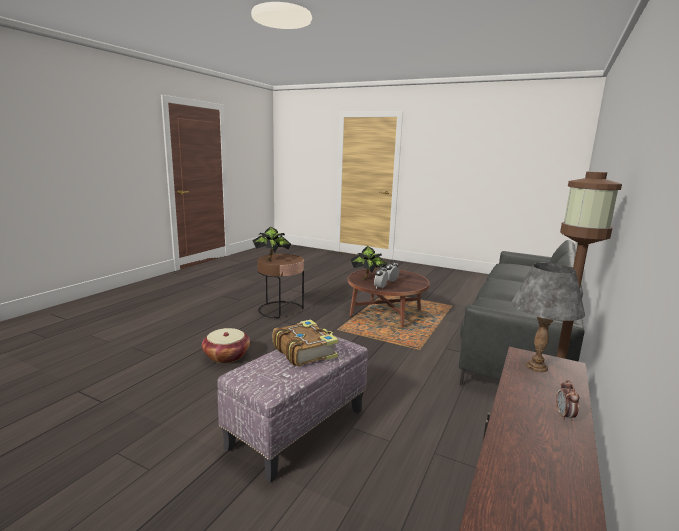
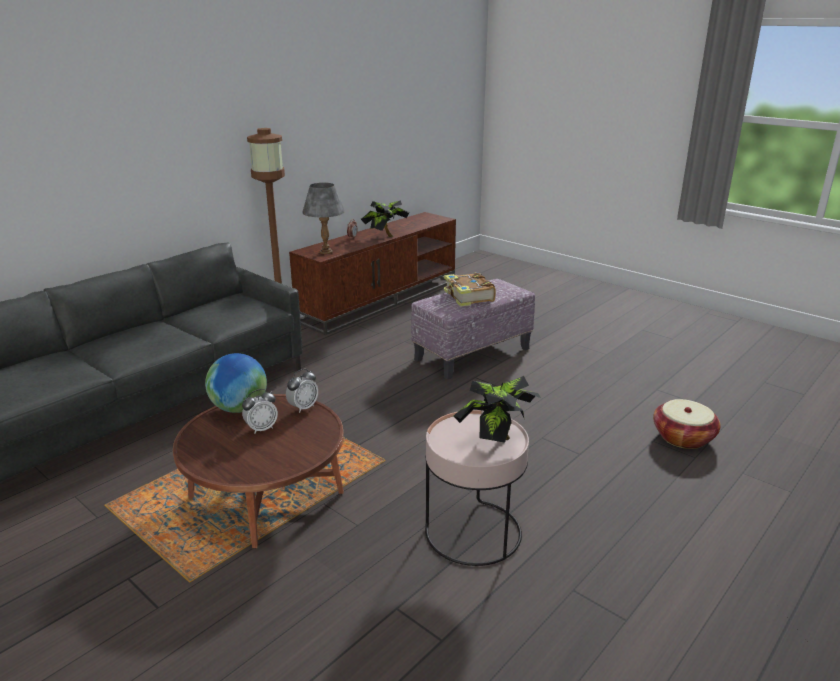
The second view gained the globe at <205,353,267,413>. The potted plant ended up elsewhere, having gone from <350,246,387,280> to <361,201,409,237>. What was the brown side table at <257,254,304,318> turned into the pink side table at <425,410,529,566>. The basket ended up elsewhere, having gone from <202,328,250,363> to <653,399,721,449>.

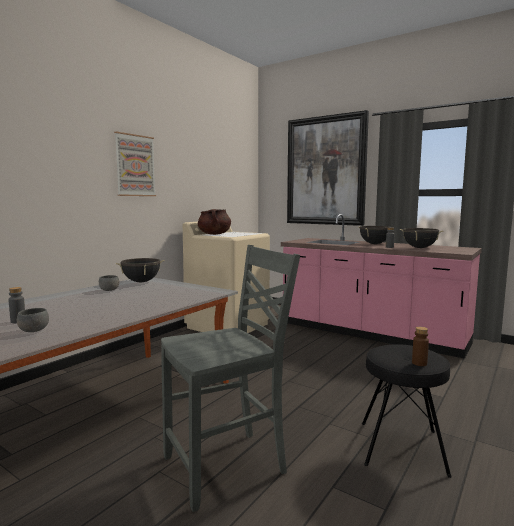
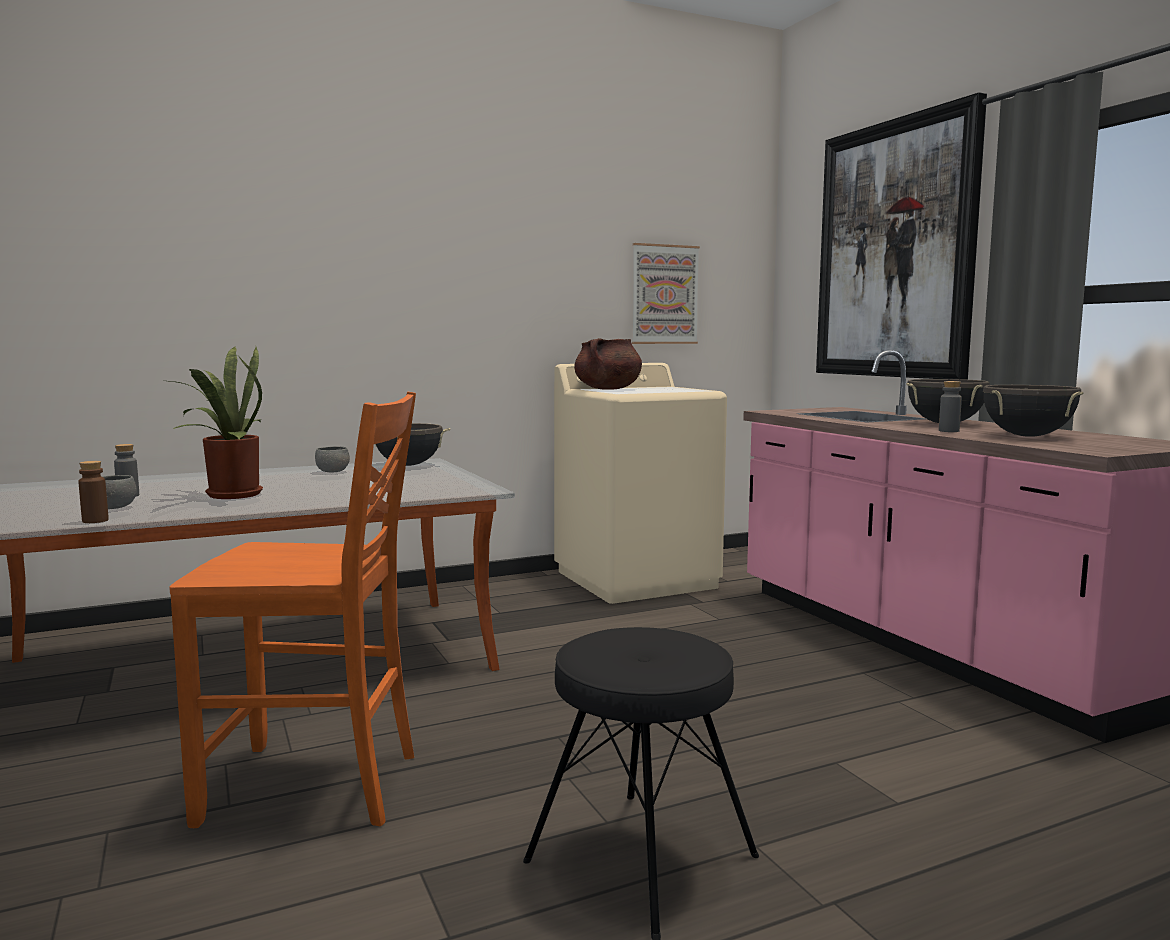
The brown bottle ended up elsewhere, having gone from <412,327,429,366> to <78,461,109,523>. The second view gained the potted plant at <169,346,263,499>. What was the grey chair at <161,245,300,512> turned into the orange chair at <170,392,416,828>. The picture ended up elsewhere, having gone from <114,132,156,196> to <632,243,700,344>.

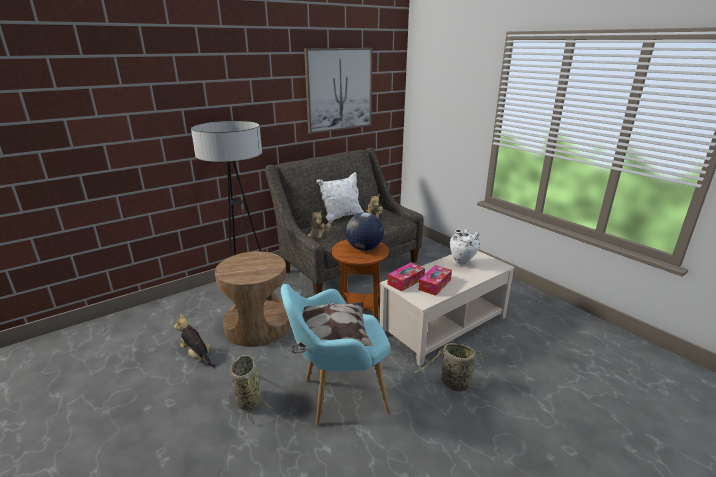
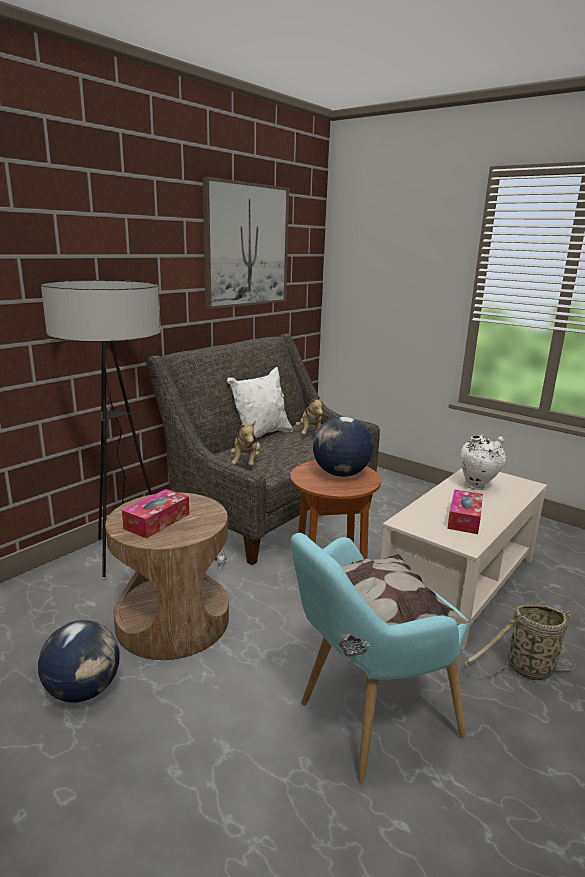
Where the plush toy stood at <174,314,216,367>, the globe came to stand at <38,620,120,703>. The tissue box ended up elsewhere, having gone from <388,263,425,292> to <122,489,189,539>. The second view lost the basket at <230,355,272,423>.

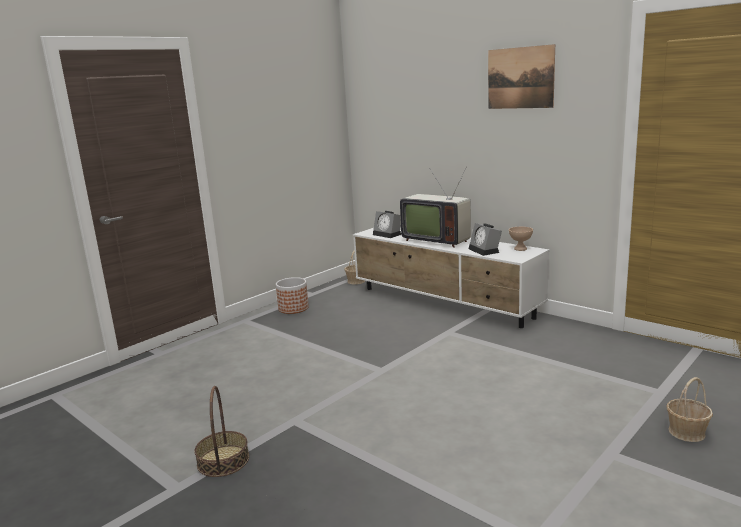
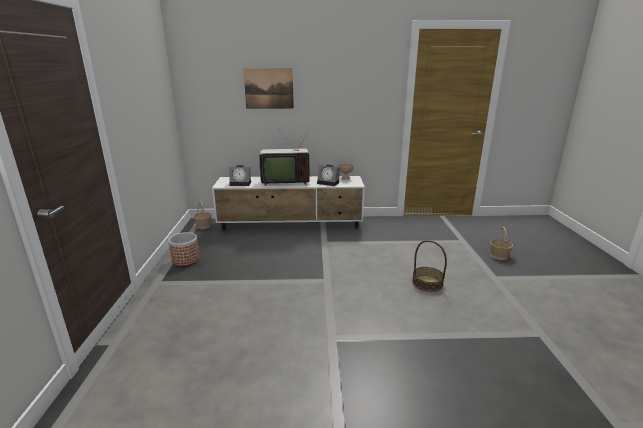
The picture ended up elsewhere, having gone from <488,44,555,109> to <243,68,294,109>. The basket ended up elsewhere, having gone from <194,386,249,477> to <412,240,447,292>.

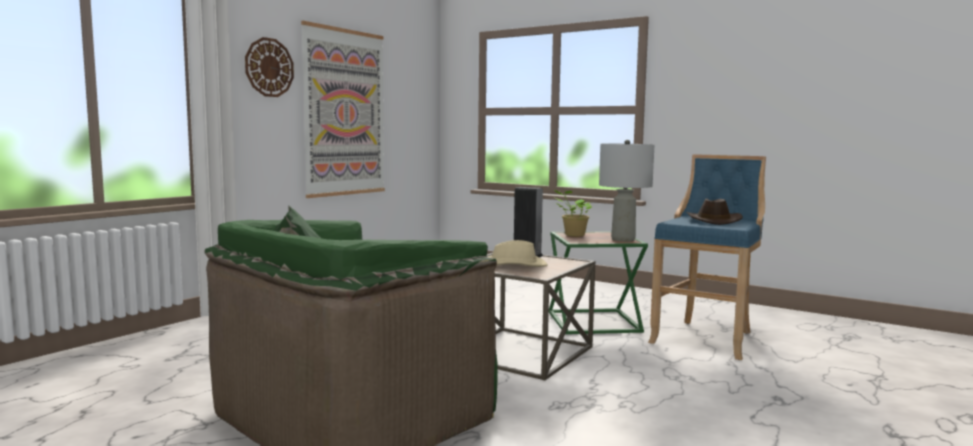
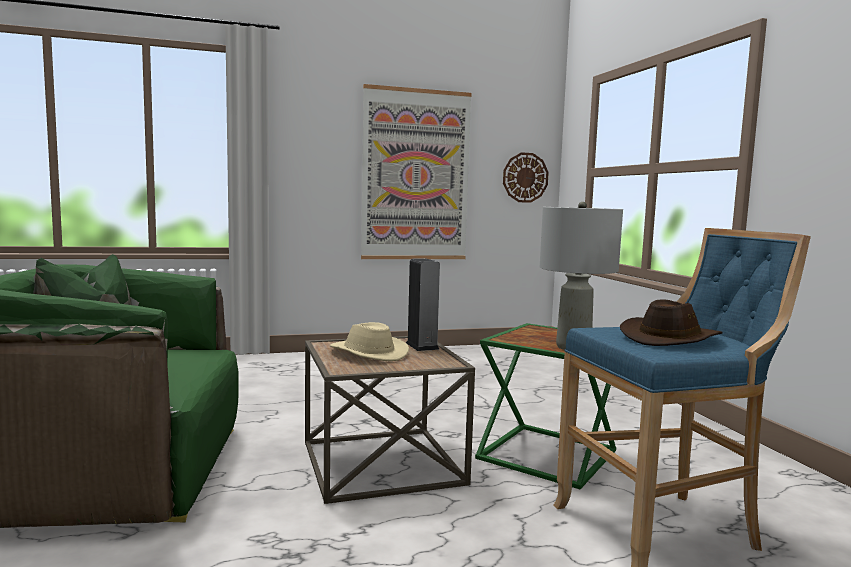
The wall clock ended up elsewhere, having gone from <245,37,294,97> to <503,152,549,203>. The second view lost the potted plant at <554,190,592,236>.

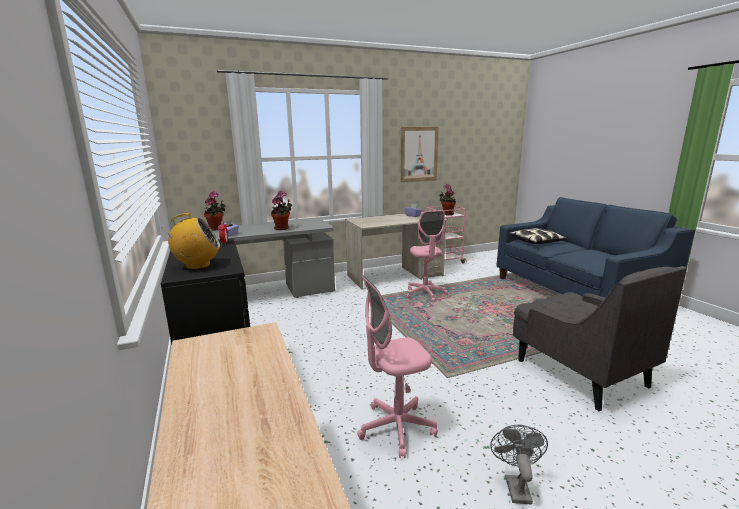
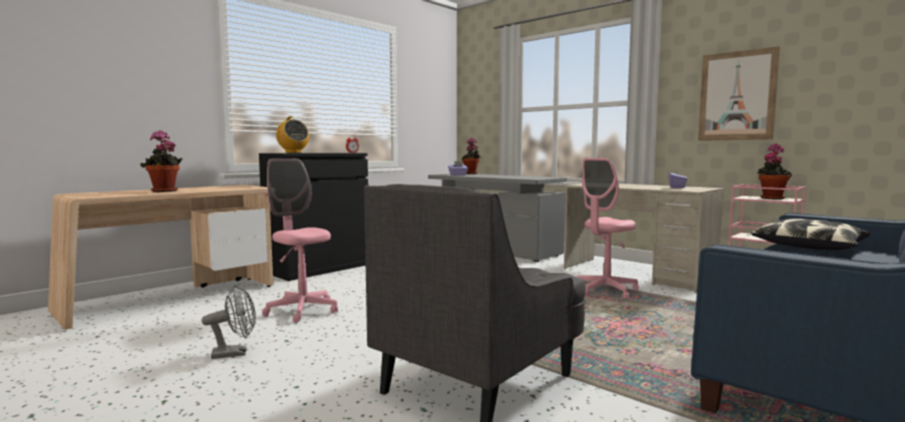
The potted plant ended up elsewhere, having gone from <271,191,292,230> to <140,130,183,192>.

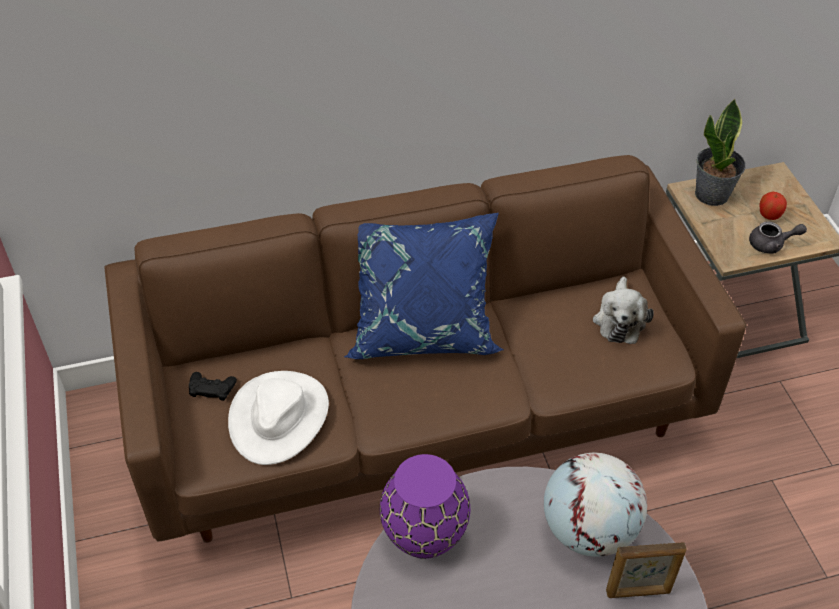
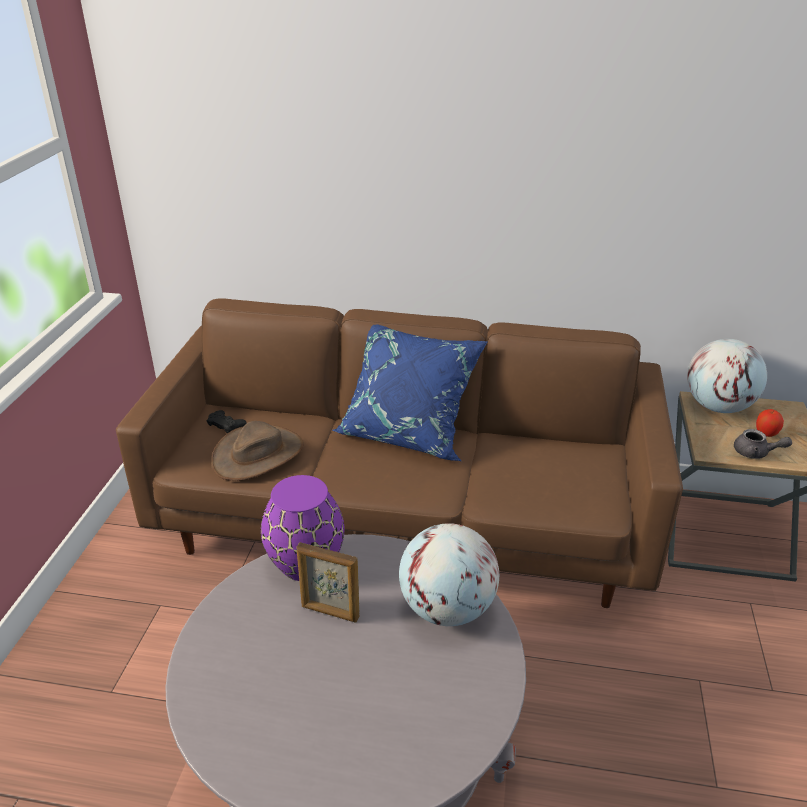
What was the white hat at <228,371,329,465> turned into the brown hat at <211,421,304,481>. The picture frame ended up elsewhere, having gone from <606,542,687,598> to <296,542,360,622>. Where the potted plant stood at <695,99,746,206>, the globe came to stand at <687,339,767,413>. The second view lost the plush toy at <593,276,654,344>.

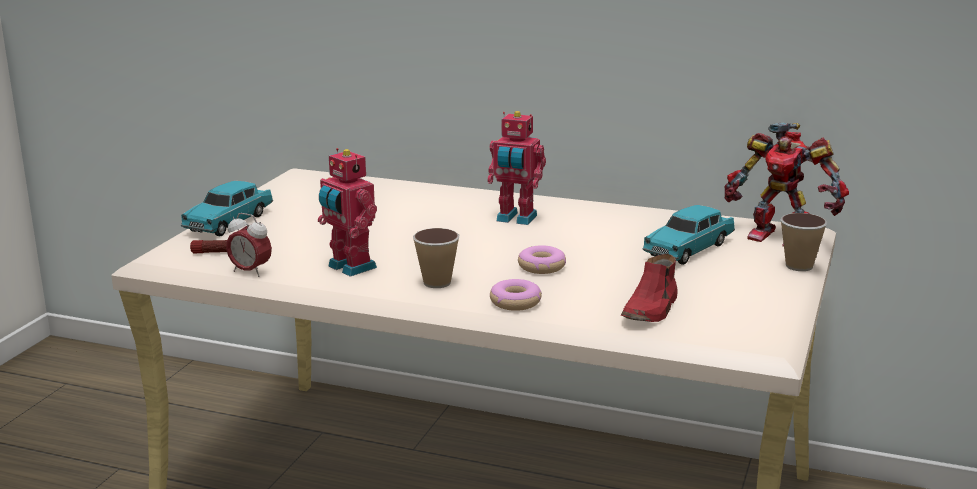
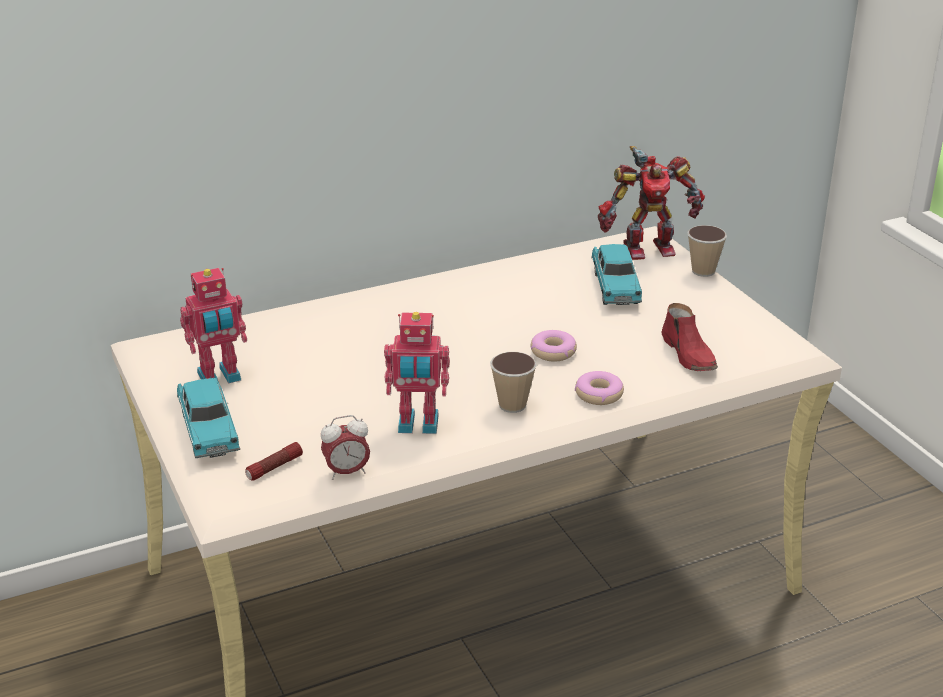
The toy robot ended up elsewhere, having gone from <487,111,546,225> to <180,268,247,383>.

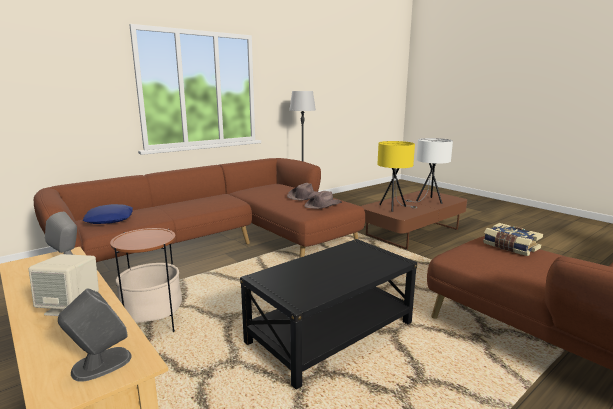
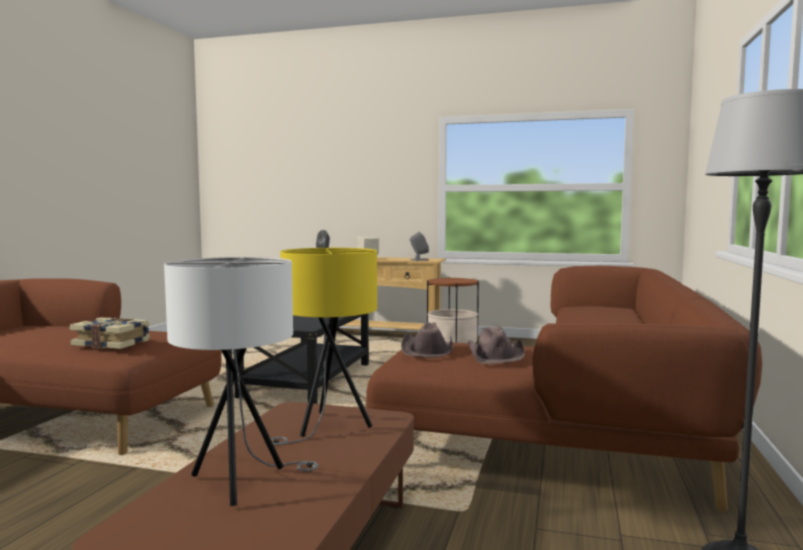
The second view lost the blue pillow at <83,204,133,224>.

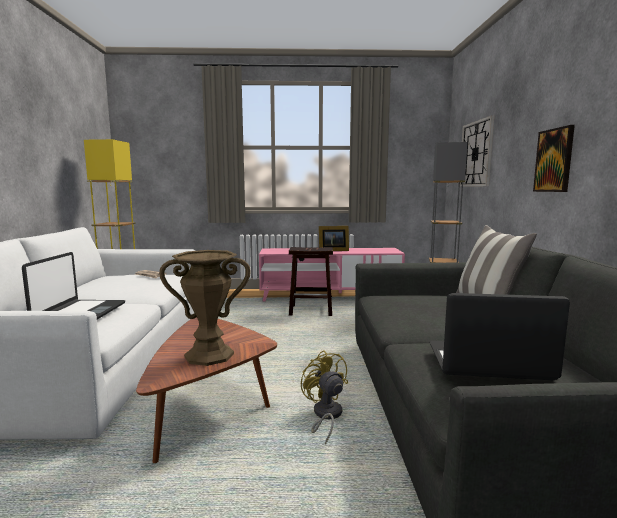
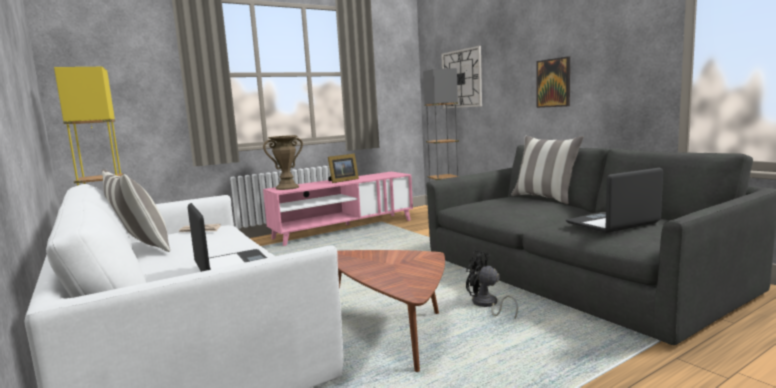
The second view gained the pillow at <102,169,170,252>. The brown vase ended up elsewhere, having gone from <159,250,251,366> to <263,135,303,190>. What was the yellow fan at <301,350,348,445> turned into the black fan at <466,250,518,319>. The second view lost the brown stool at <289,247,333,316>.

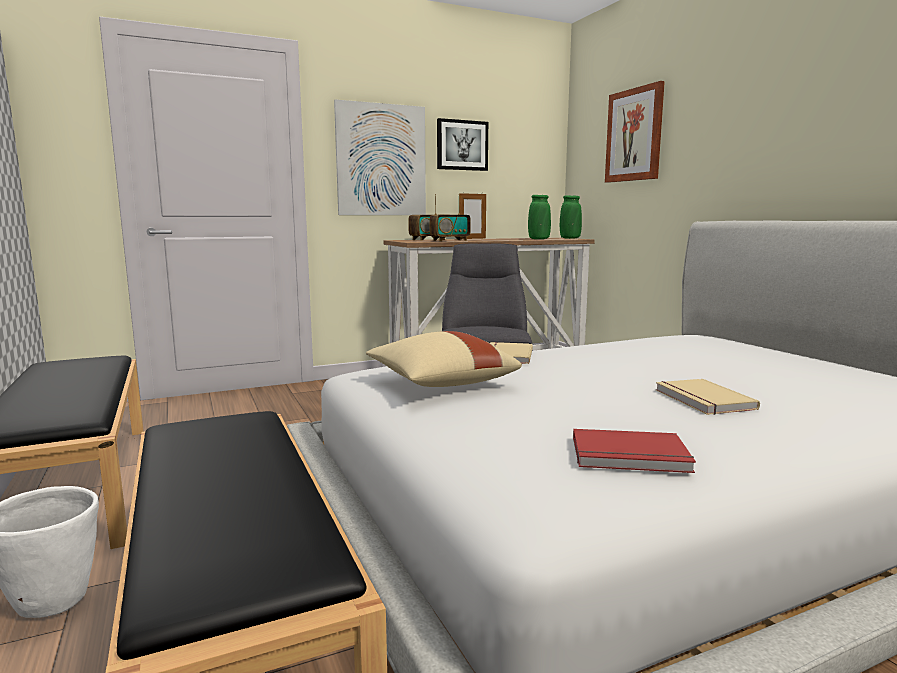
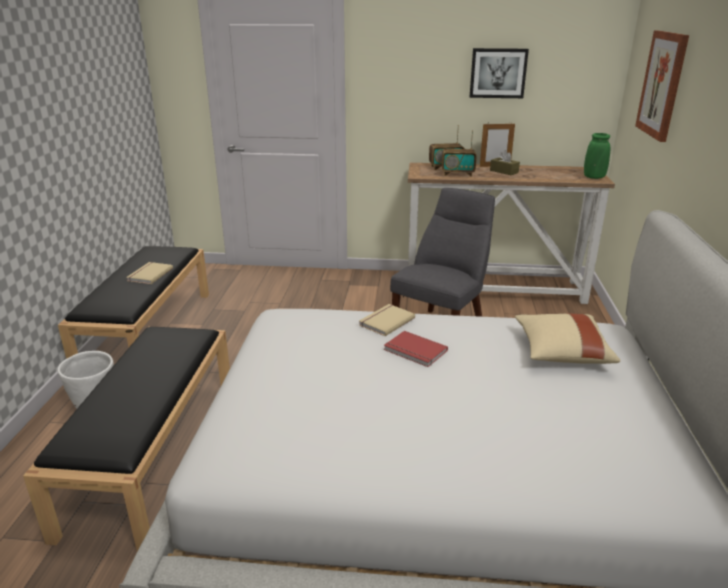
The beige book ended up elsewhere, having gone from <656,379,760,415> to <126,262,173,284>. The red book ended up elsewhere, having gone from <573,429,696,473> to <384,331,448,367>. The second view gained the brown tissue box at <490,150,520,175>. The beige pillow ended up elsewhere, having gone from <366,331,522,387> to <515,314,620,364>. The second view lost the picture at <334,99,426,215>. The second view lost the green vase at <528,195,551,239>.

